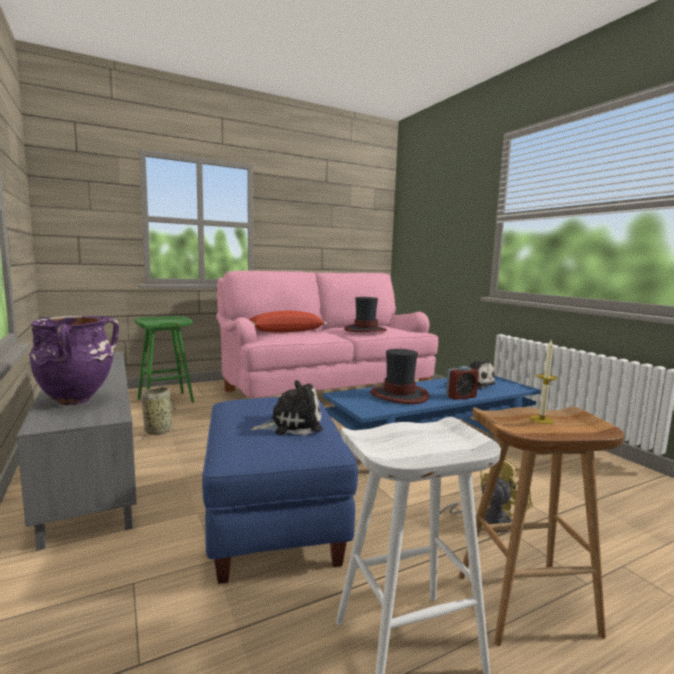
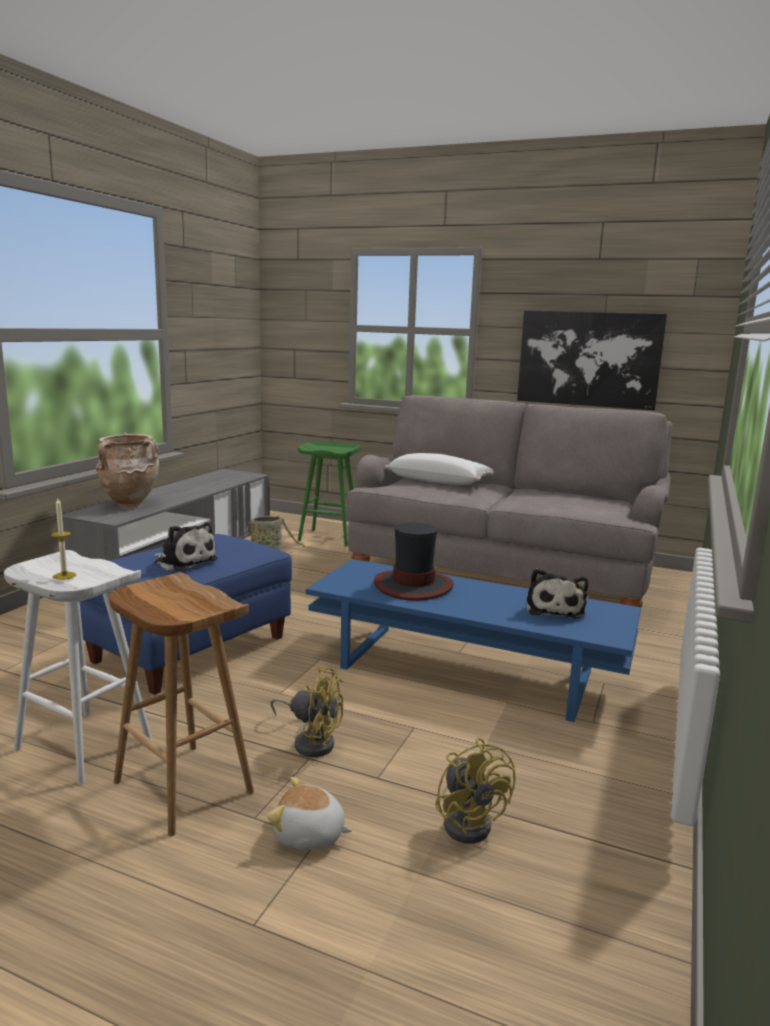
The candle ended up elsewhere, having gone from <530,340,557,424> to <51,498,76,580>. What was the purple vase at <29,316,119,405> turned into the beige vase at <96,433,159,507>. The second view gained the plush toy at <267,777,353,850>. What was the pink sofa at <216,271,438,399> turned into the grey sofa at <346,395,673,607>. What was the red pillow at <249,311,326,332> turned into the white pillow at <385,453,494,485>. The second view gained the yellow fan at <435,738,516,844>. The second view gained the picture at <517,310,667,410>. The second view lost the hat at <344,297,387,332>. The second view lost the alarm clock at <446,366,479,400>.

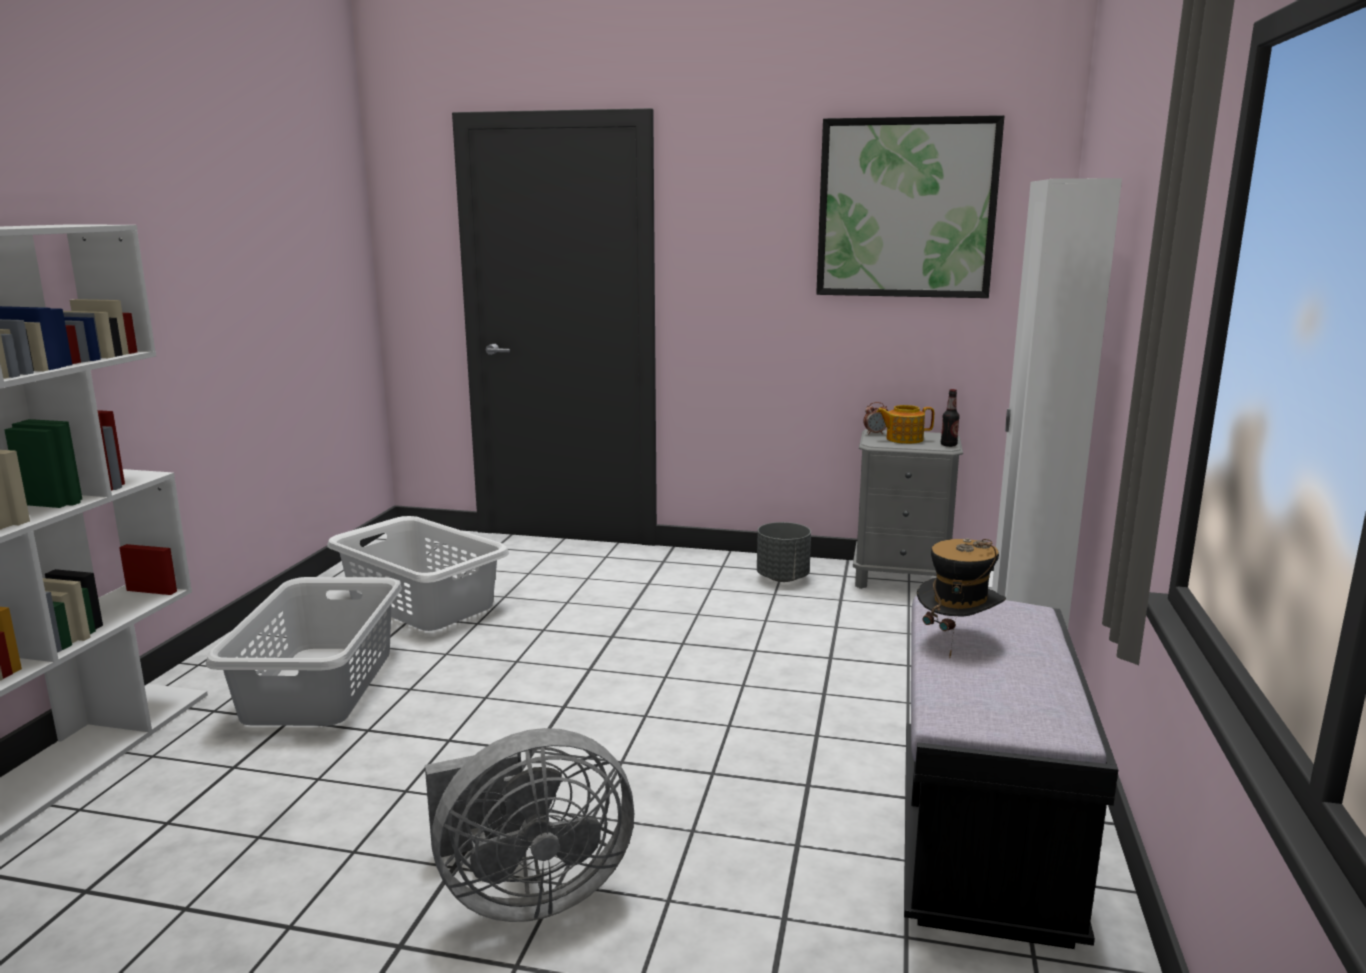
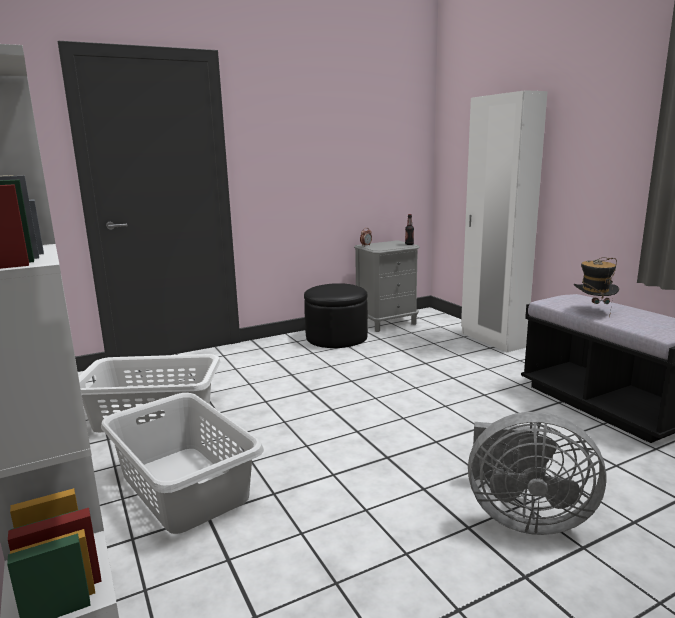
Where the grey planter stood at <757,522,811,582>, the black ottoman came to stand at <304,283,368,348>. The grey fan at <425,728,634,922> ended up facing another way, 75 degrees clockwise from before. The second view lost the picture at <816,115,1004,298>. The second view lost the teapot at <876,405,934,444>.

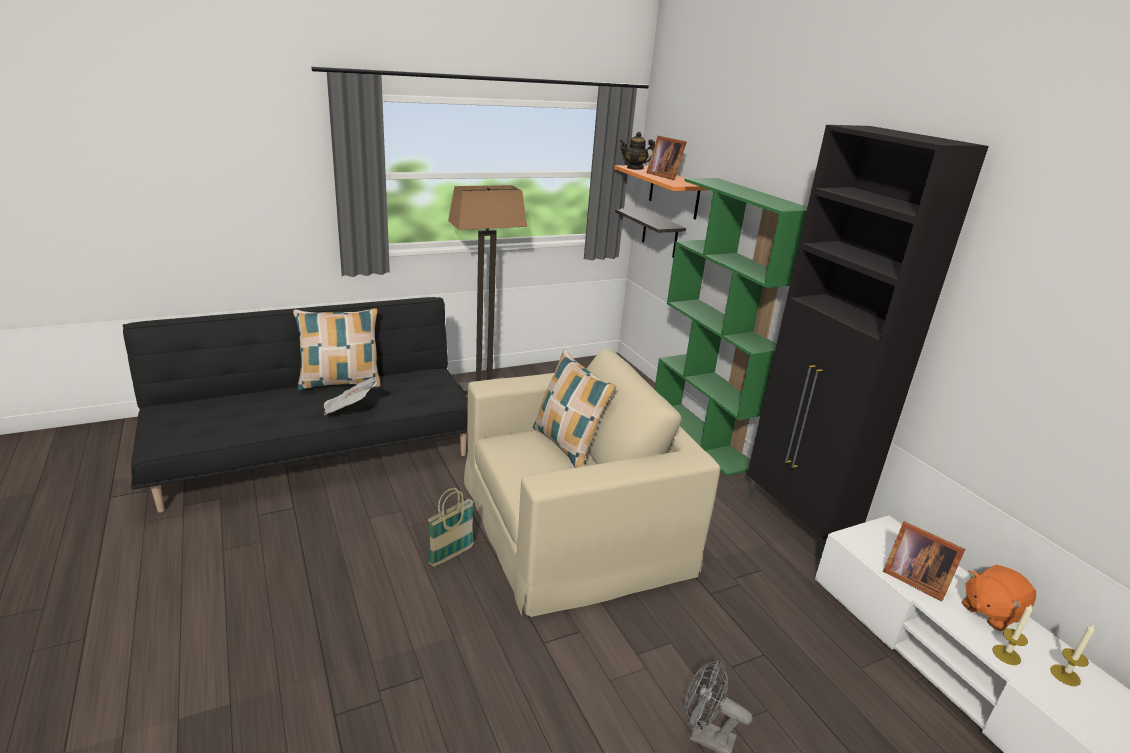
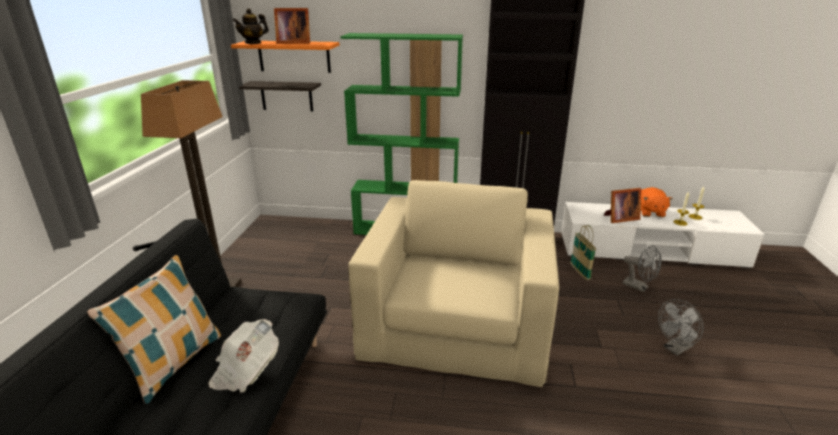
The basket ended up elsewhere, having gone from <428,488,474,567> to <570,225,596,280>. The second view gained the grey fan at <622,245,662,292>. The second view lost the pillow at <533,349,616,468>.

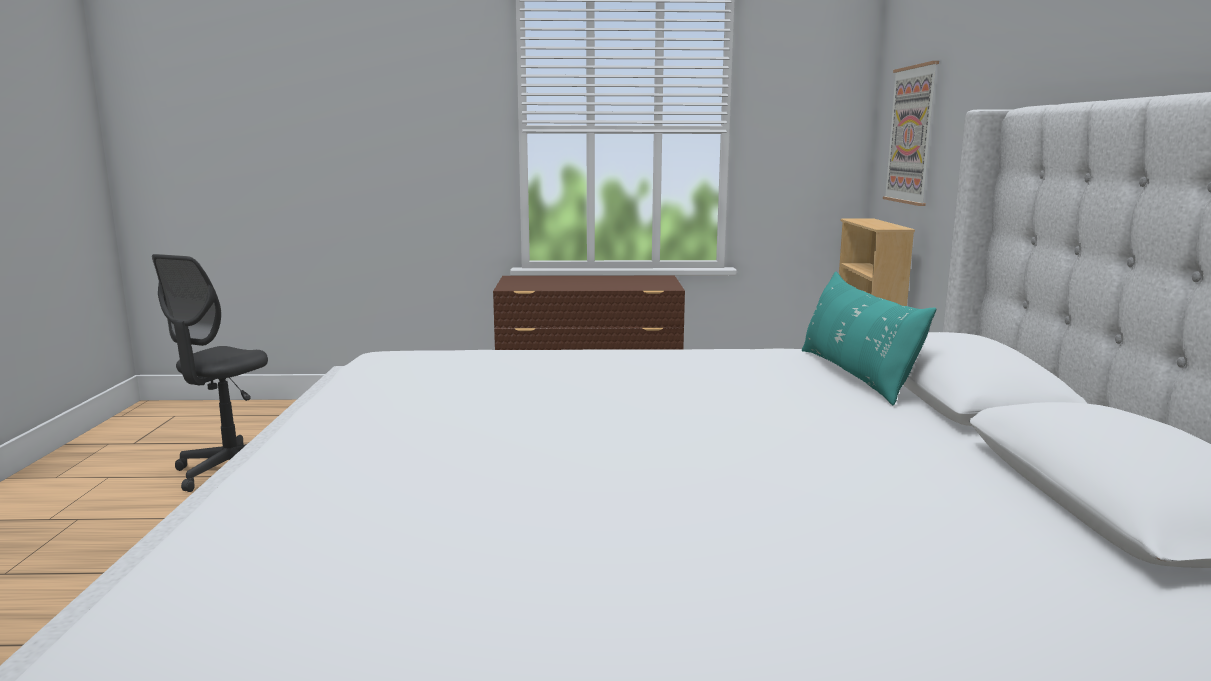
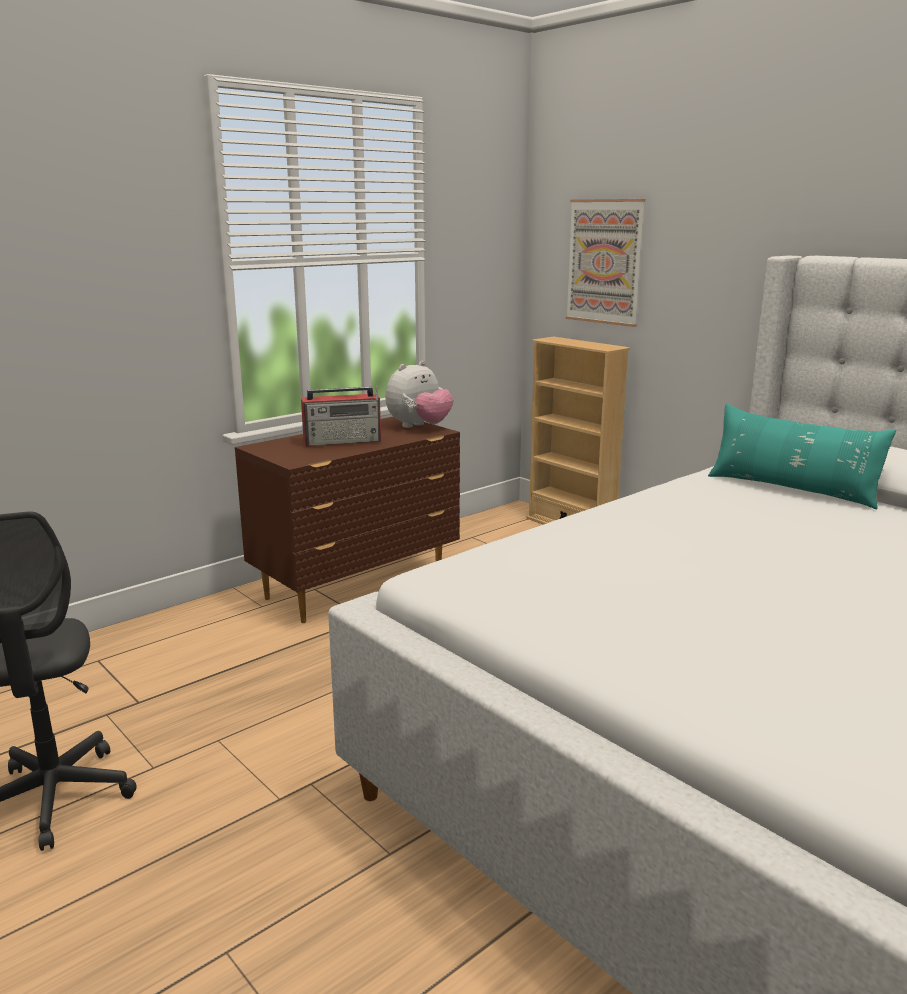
The second view gained the radio at <301,386,381,447>. The second view gained the plush toy at <386,361,454,428>.

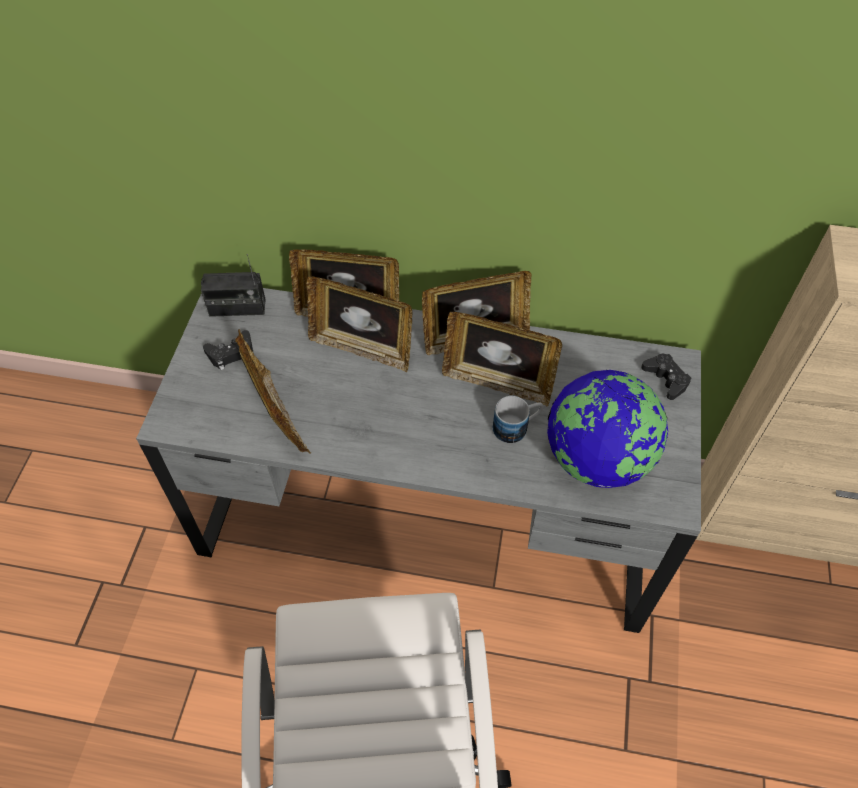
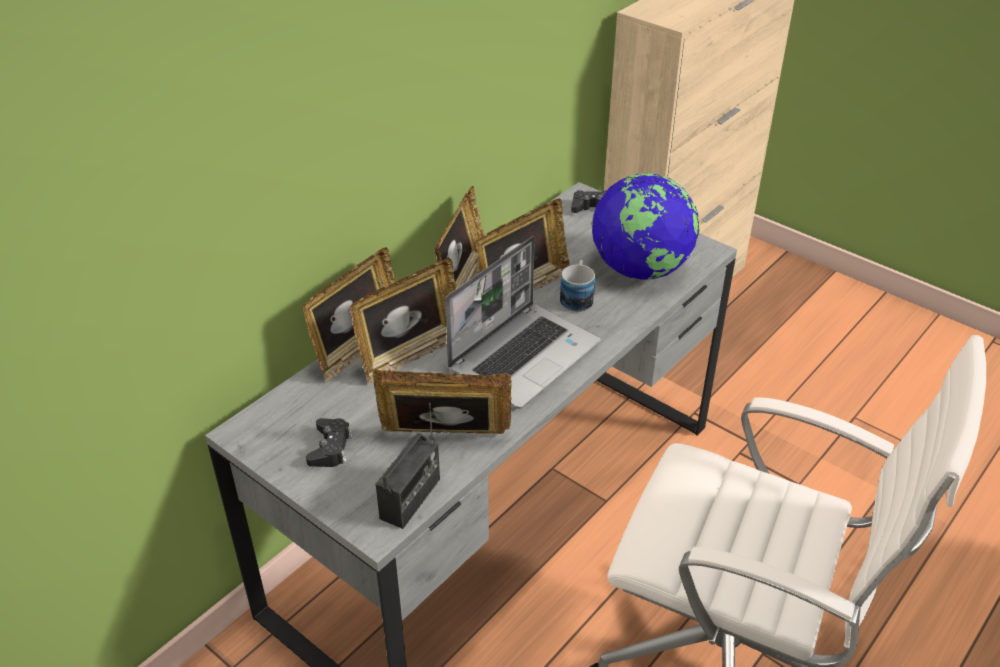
The radio ended up elsewhere, having gone from <201,254,266,317> to <376,403,440,529>. The second view gained the laptop at <445,236,601,408>.

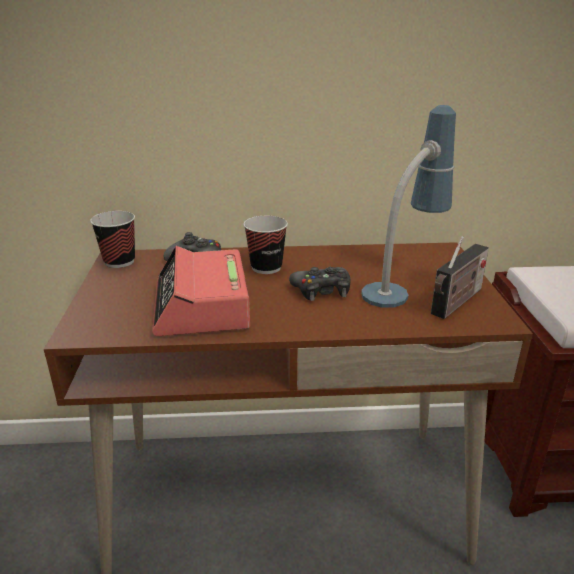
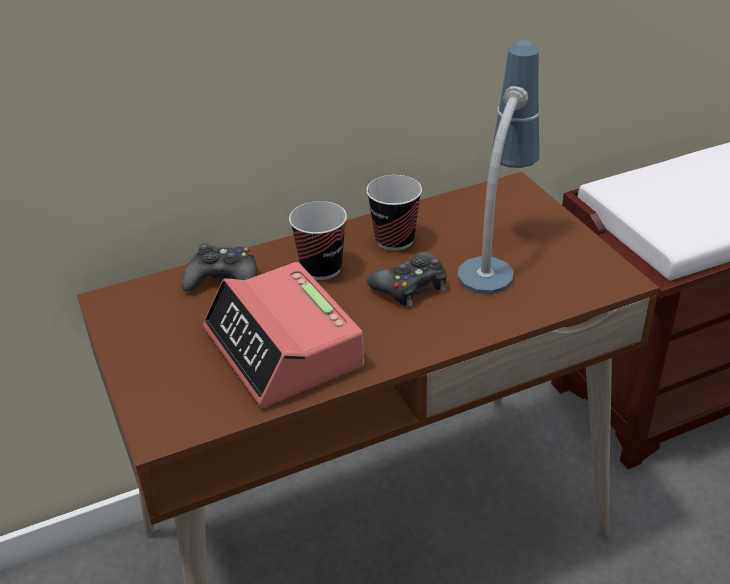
The cup ended up elsewhere, having gone from <90,211,135,268> to <366,175,422,251>. The second view lost the radio at <431,236,489,319>.

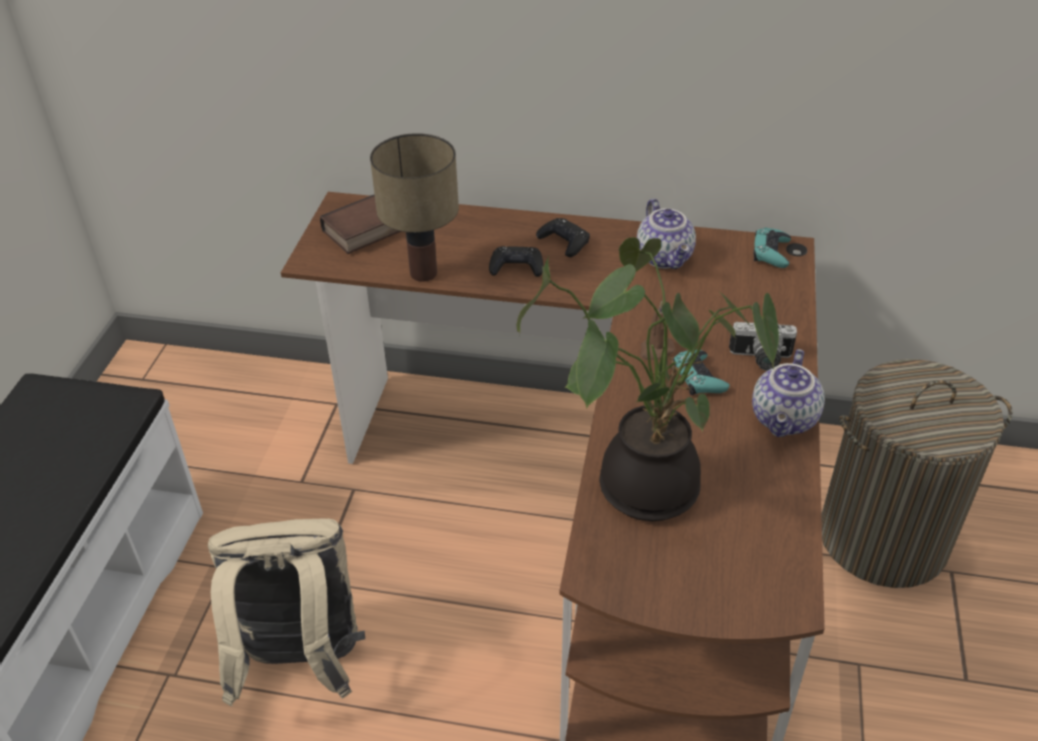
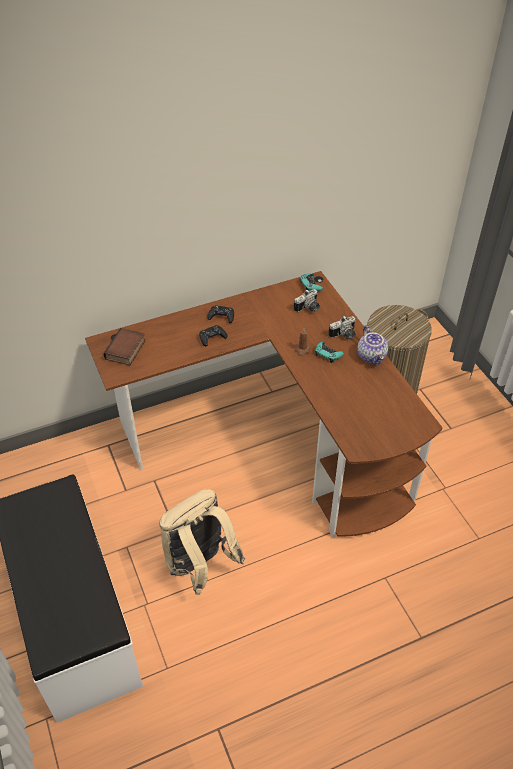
The second view gained the photo camera at <294,289,320,312>. The second view lost the table lamp at <370,133,459,282>. The second view lost the potted plant at <516,237,779,521>. The second view lost the teapot at <637,198,696,269>.

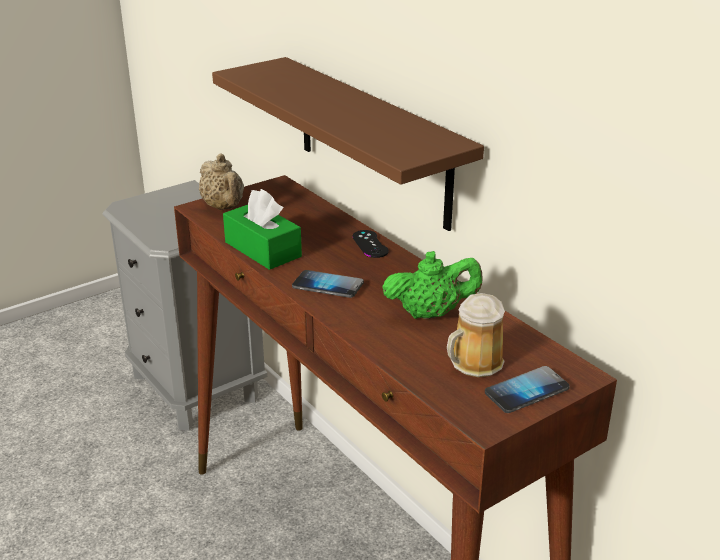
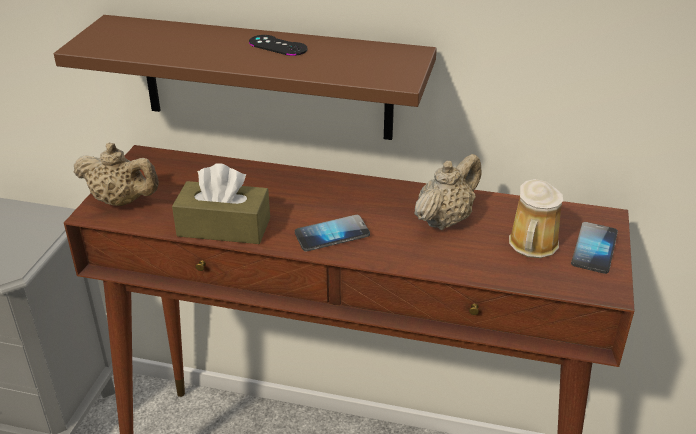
What was the green tissue box at <223,189,302,270> turned into the brown tissue box at <172,163,270,244>. The black game controller ended up elsewhere, having gone from <352,230,389,258> to <249,35,307,56>. What was the green teapot at <382,251,482,319> turned into the beige teapot at <415,154,481,230>.

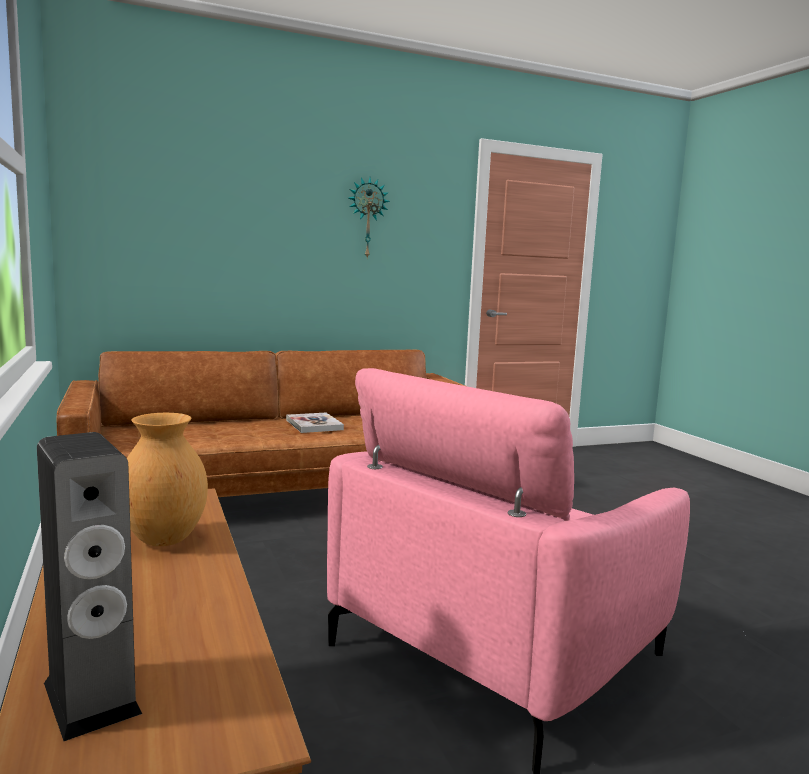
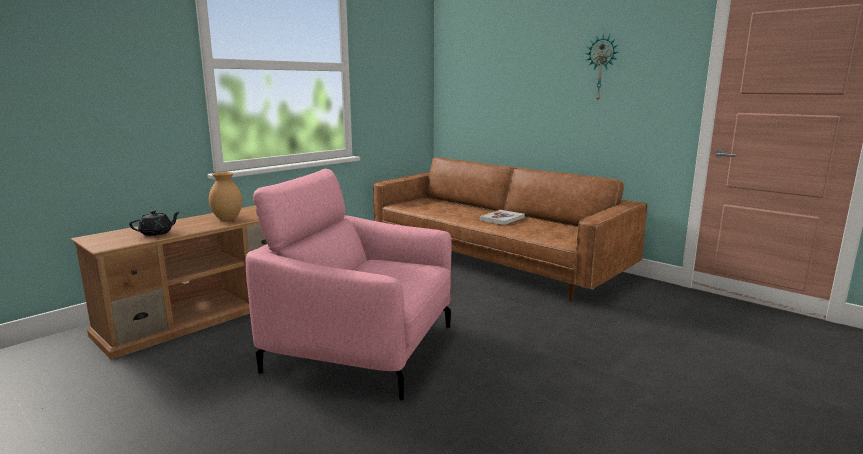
The second view gained the black teapot at <129,210,180,236>. The second view lost the speaker at <37,432,142,741>.

